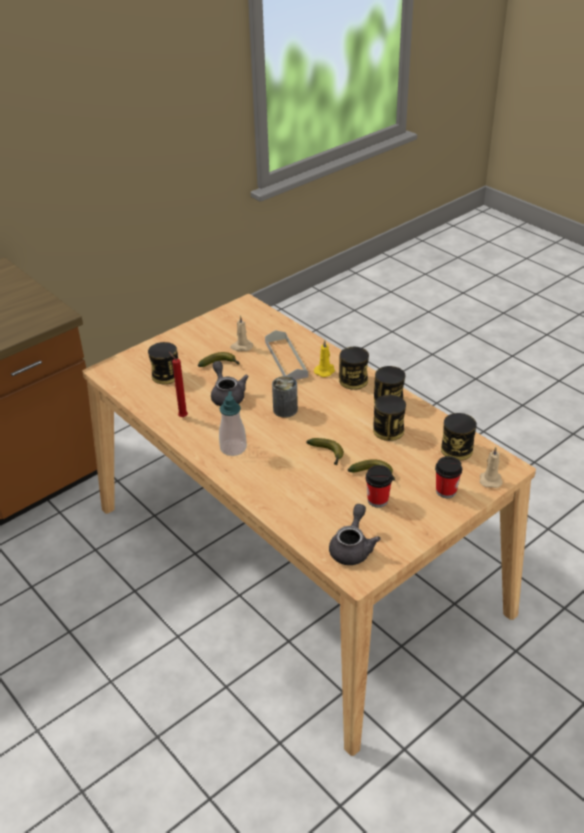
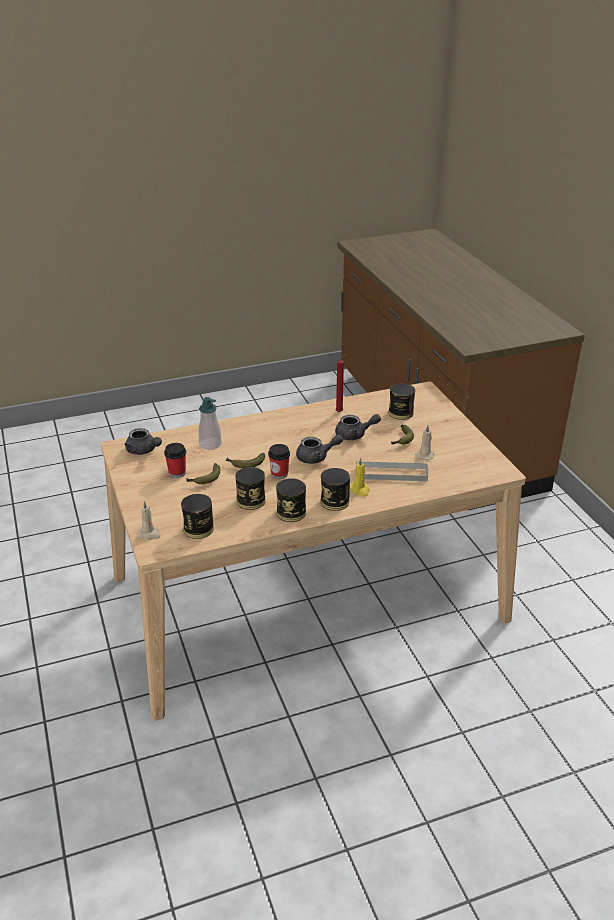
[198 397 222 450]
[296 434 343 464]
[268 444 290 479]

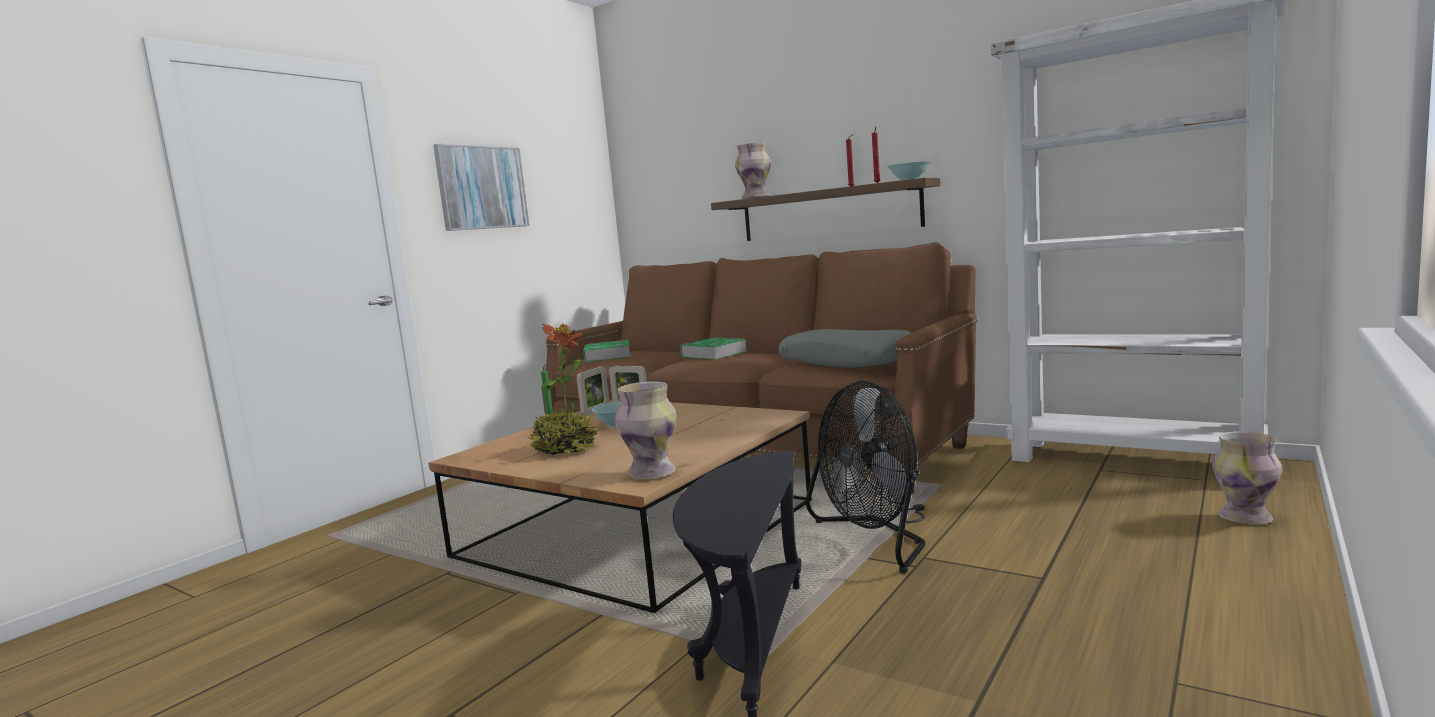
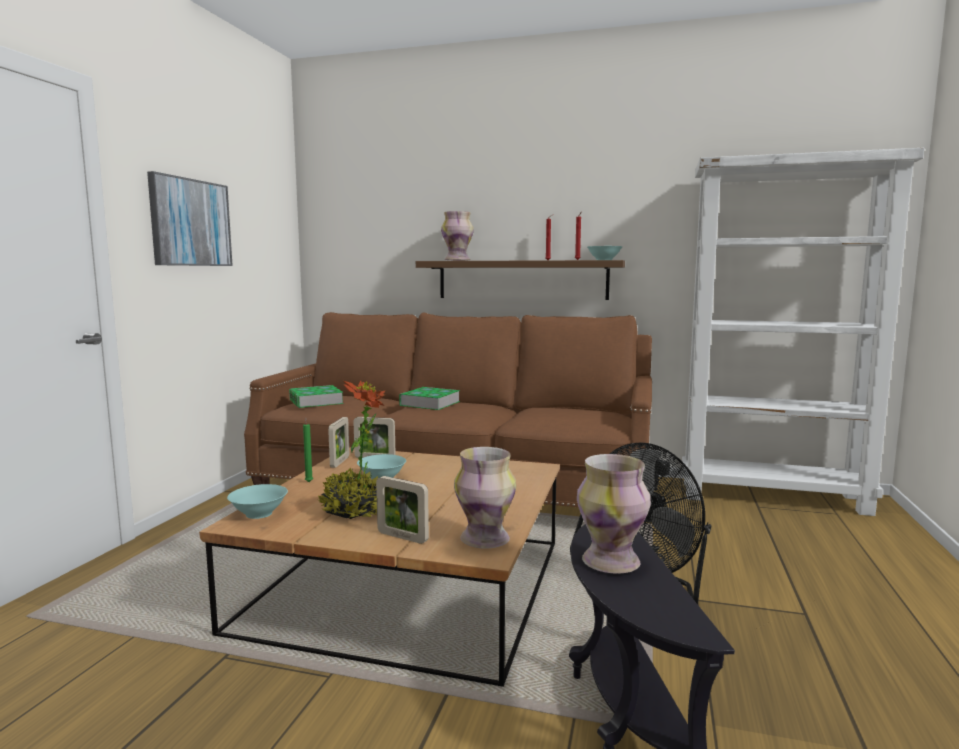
[779 329 911 368] (first image)
[577 454 651 574]
[227 484 288 519]
[376 476 429 544]

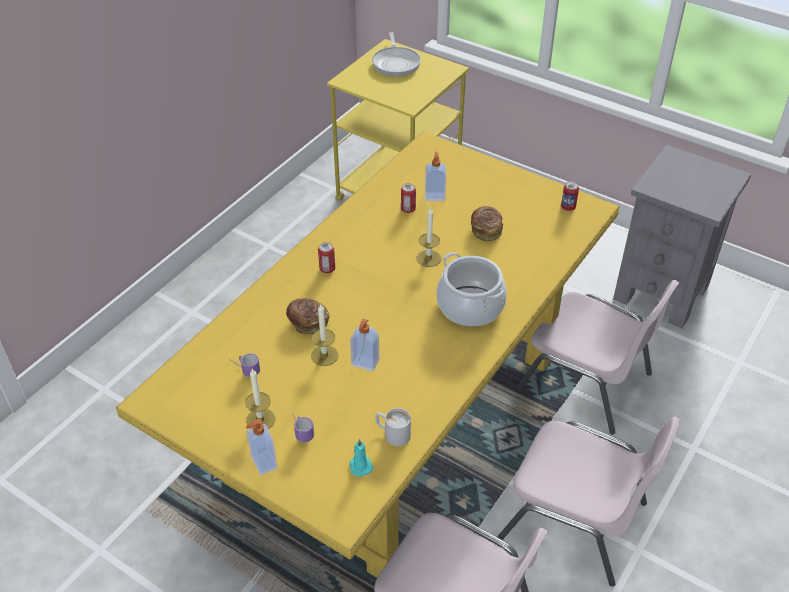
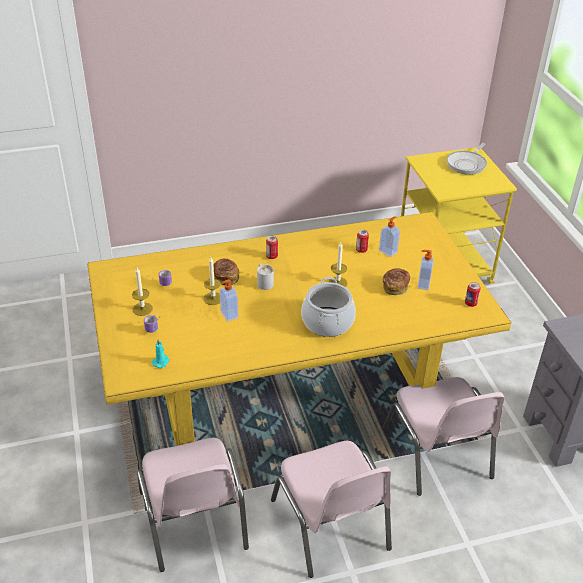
[417 250 434 290]
[257 264 274 290]

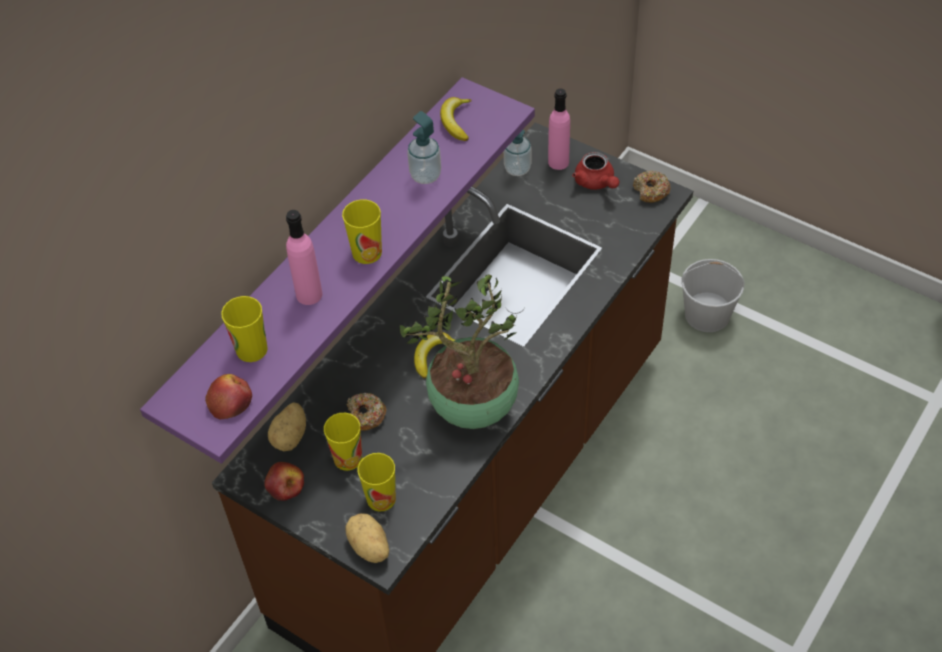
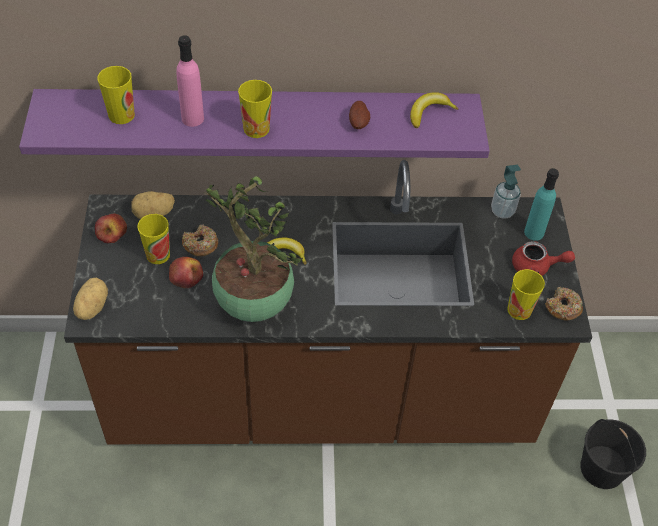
[169 257 203 288]
[507 269 545 320]
[349 101 370 129]
[524 168 559 241]
[512 241 575 276]
[580 419 646 489]

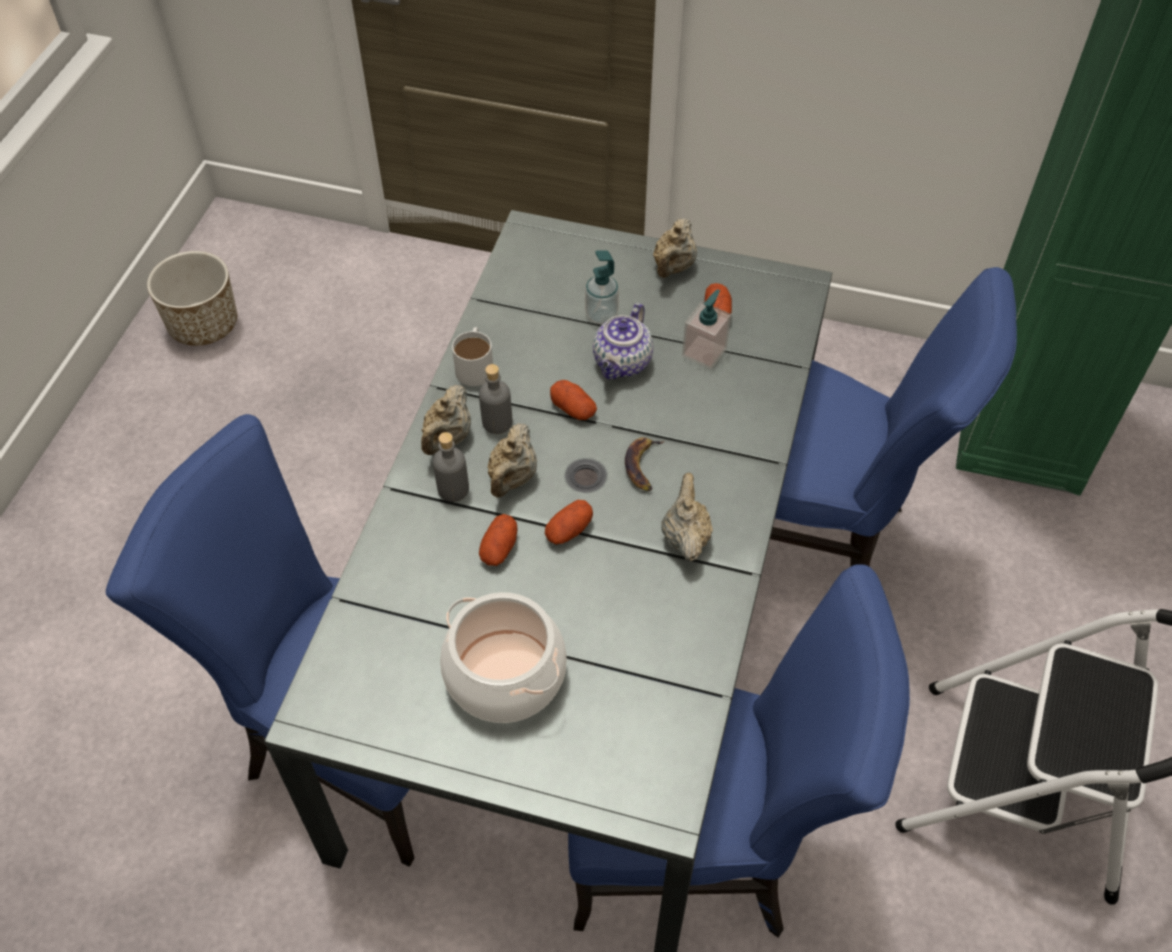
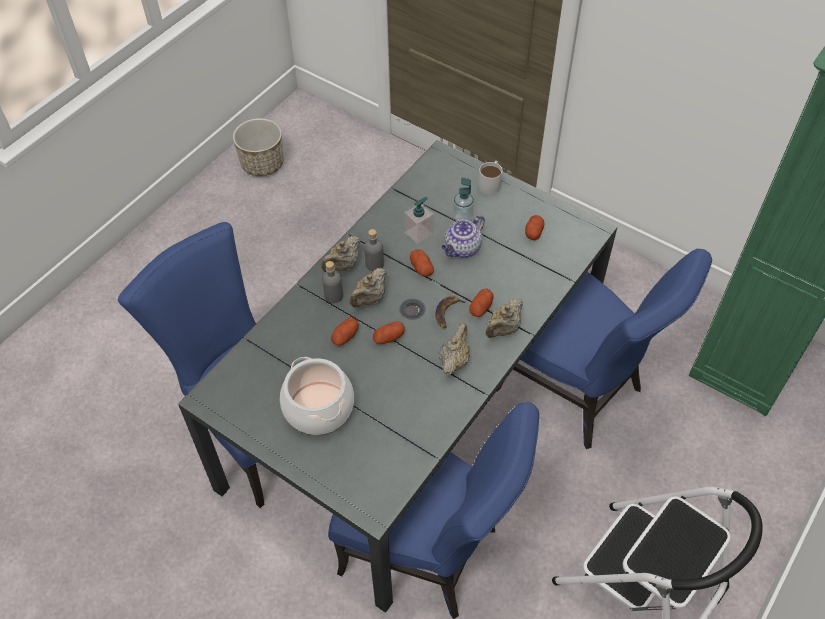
[478 161 502 194]
[486 298 523 338]
[404 197 434 244]
[469 288 493 317]

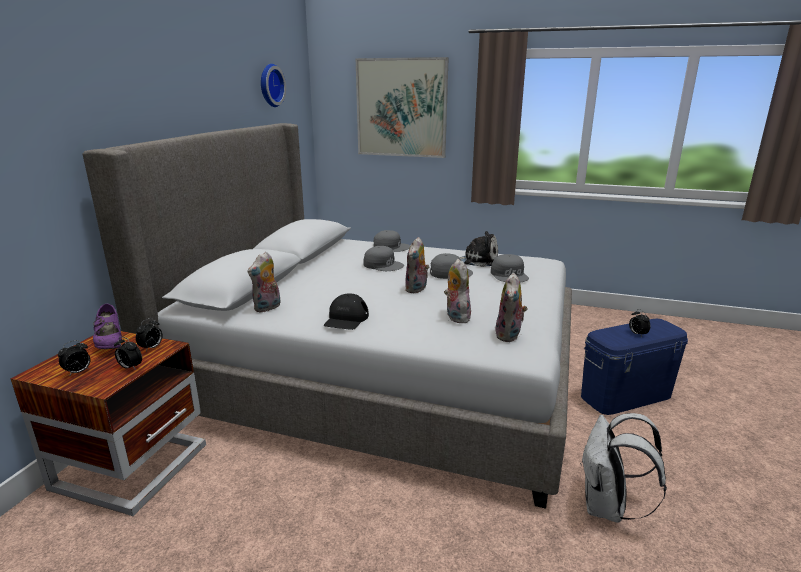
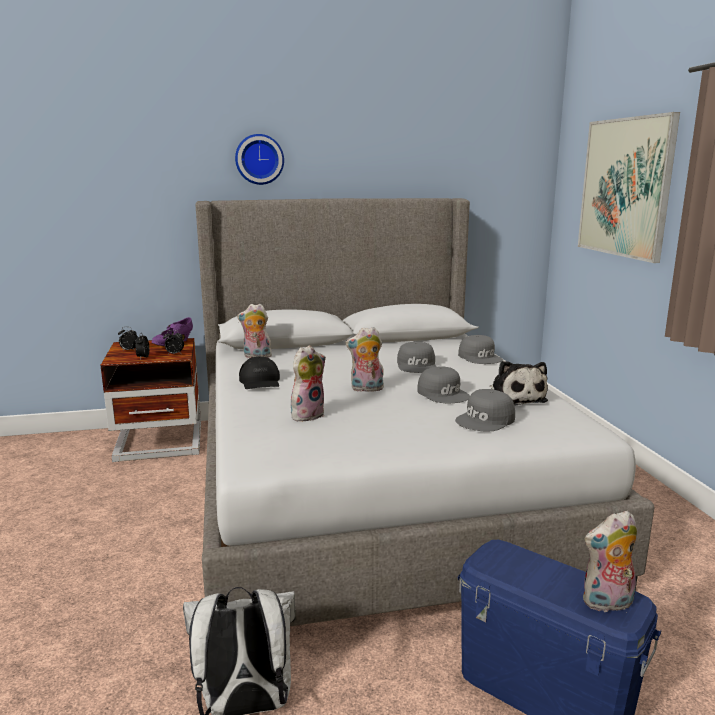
[235 134 284 185]
[239 356 280 389]
[583 511 637 612]
[629 309 650 337] (first image)

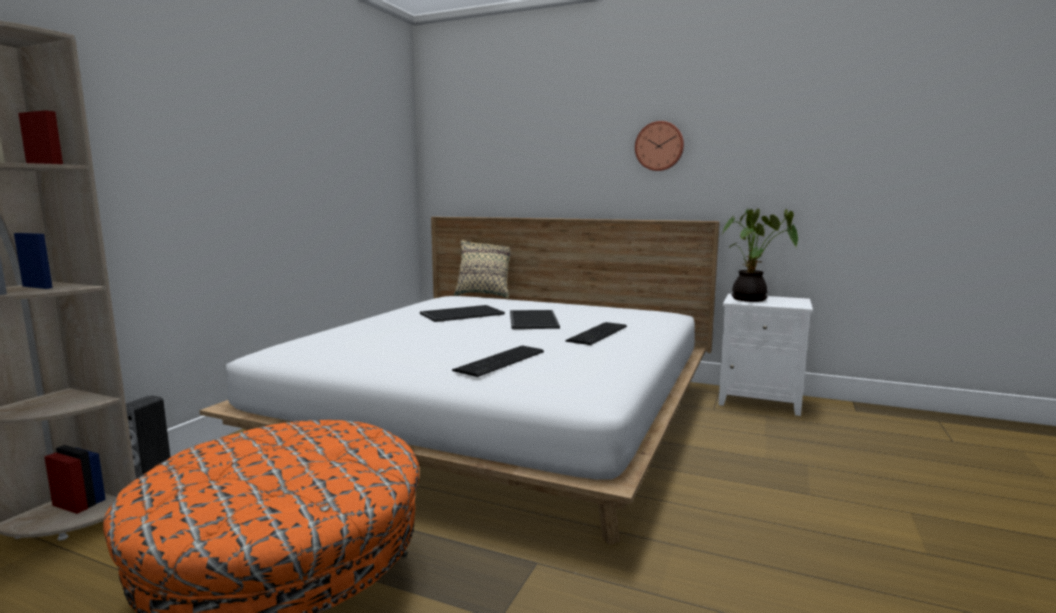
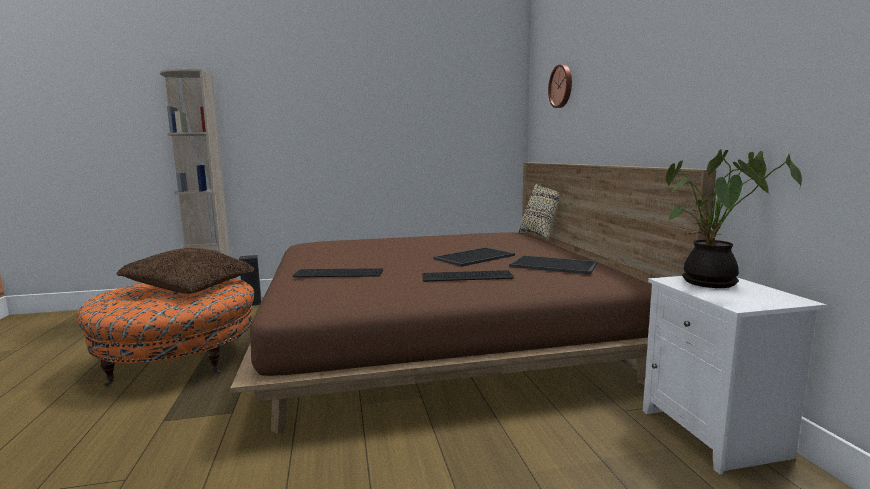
[230 162 716 434]
[509 255 598 274]
[548 65 572 108]
[116 248 254 294]

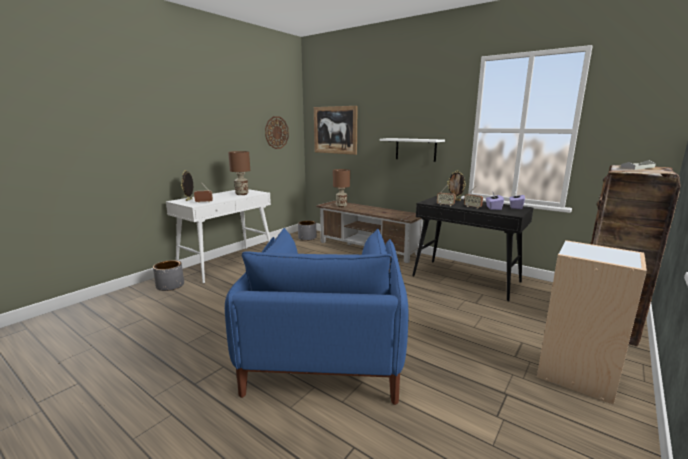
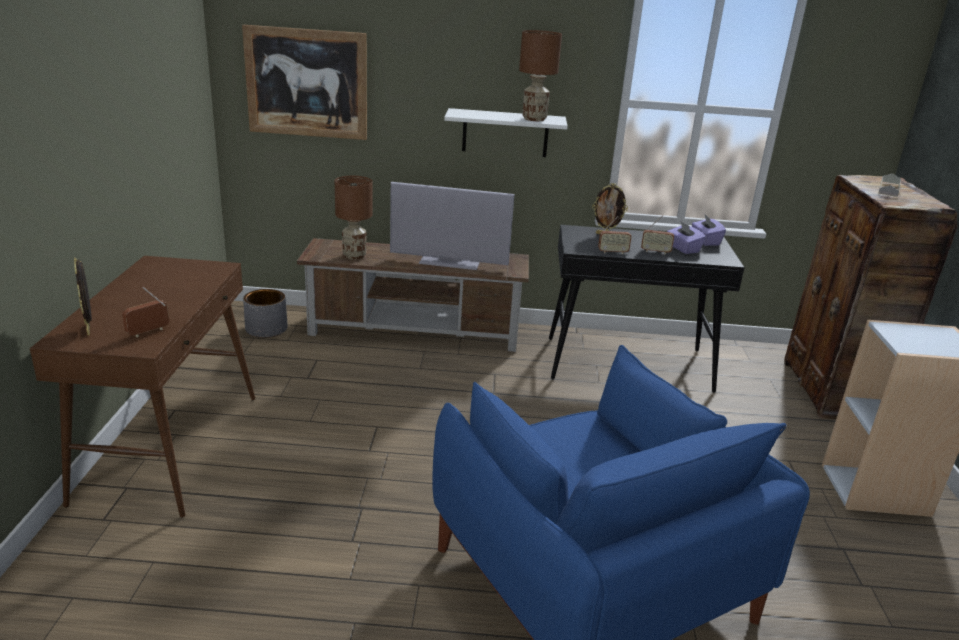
[153 260 184 291] (first image)
[30 256 255 518]
[519 30 562 121]
[265 116 289 149] (first image)
[390 182 514 270]

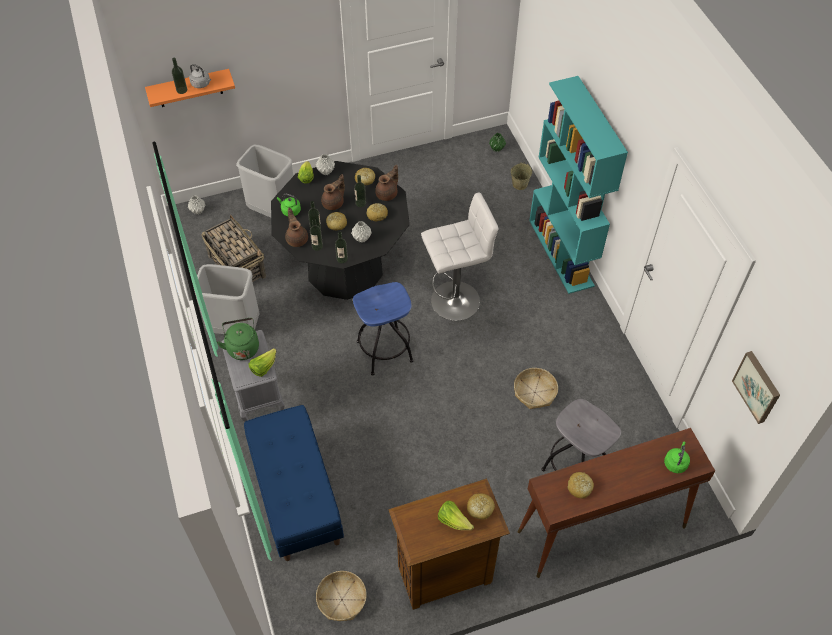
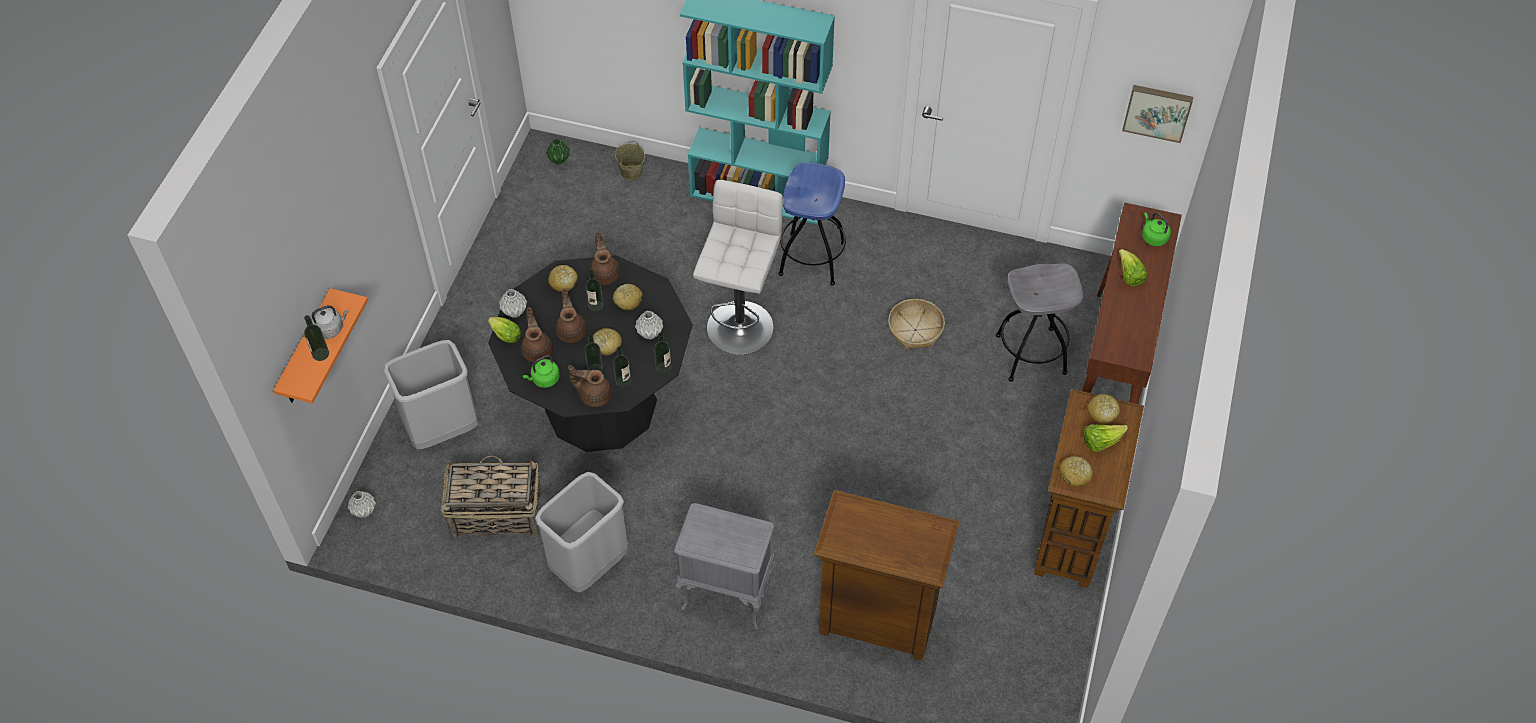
[217 318 259 360] (first image)
[814 490 960 661]
[1119 249 1147 287]
[316 571 367 621] (first image)
[779 162 846 286]
[1059 456 1093 487]
[521 307 553 362]

